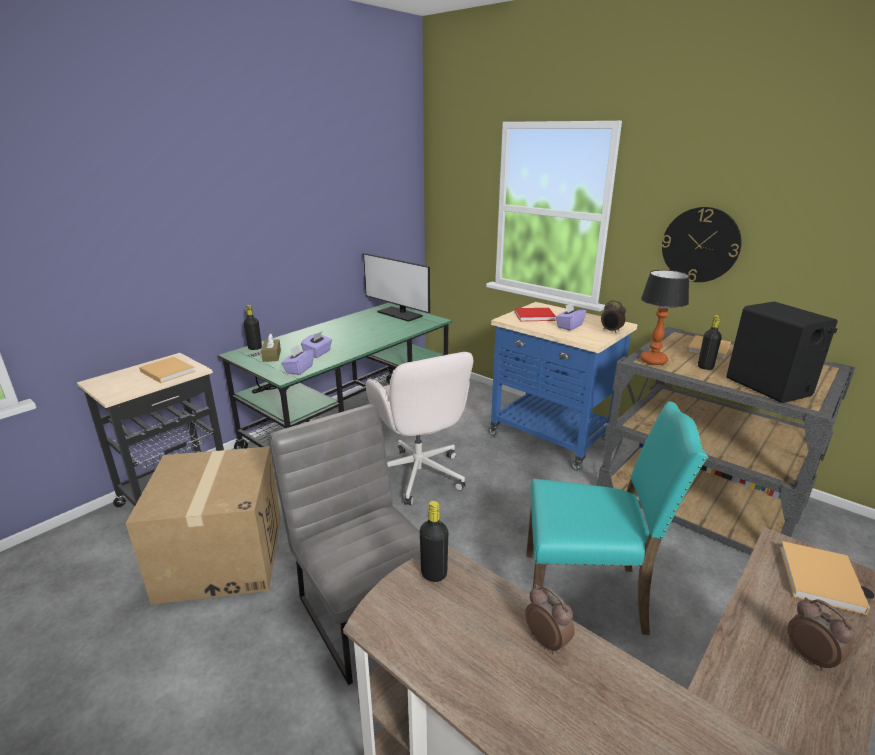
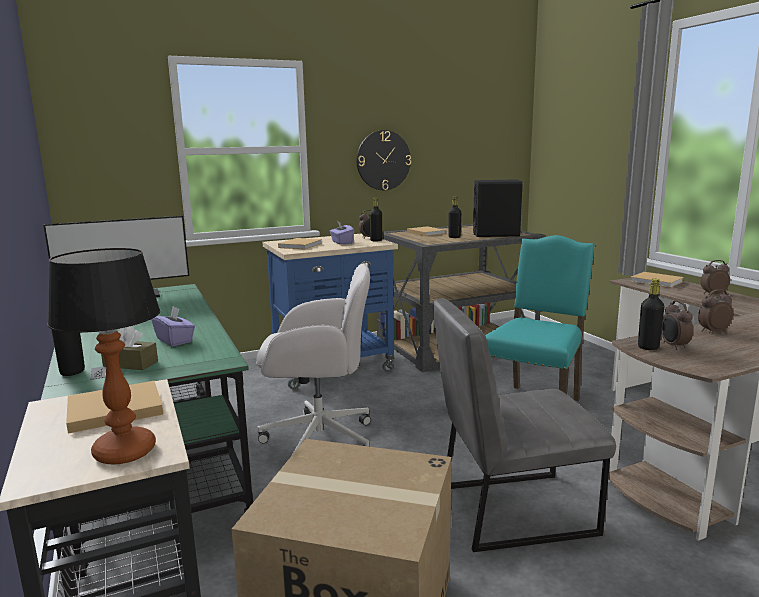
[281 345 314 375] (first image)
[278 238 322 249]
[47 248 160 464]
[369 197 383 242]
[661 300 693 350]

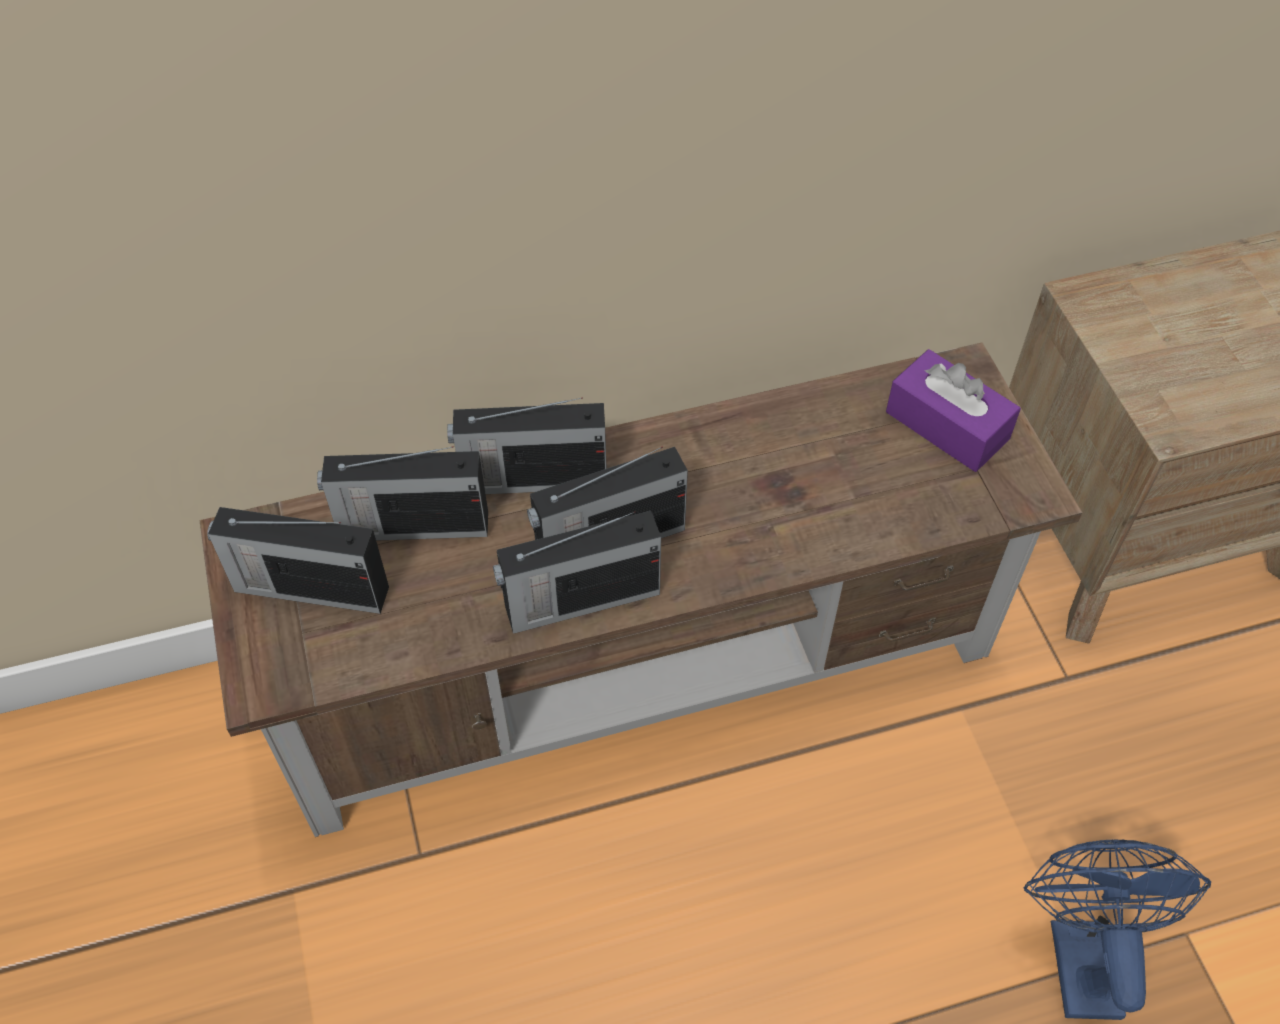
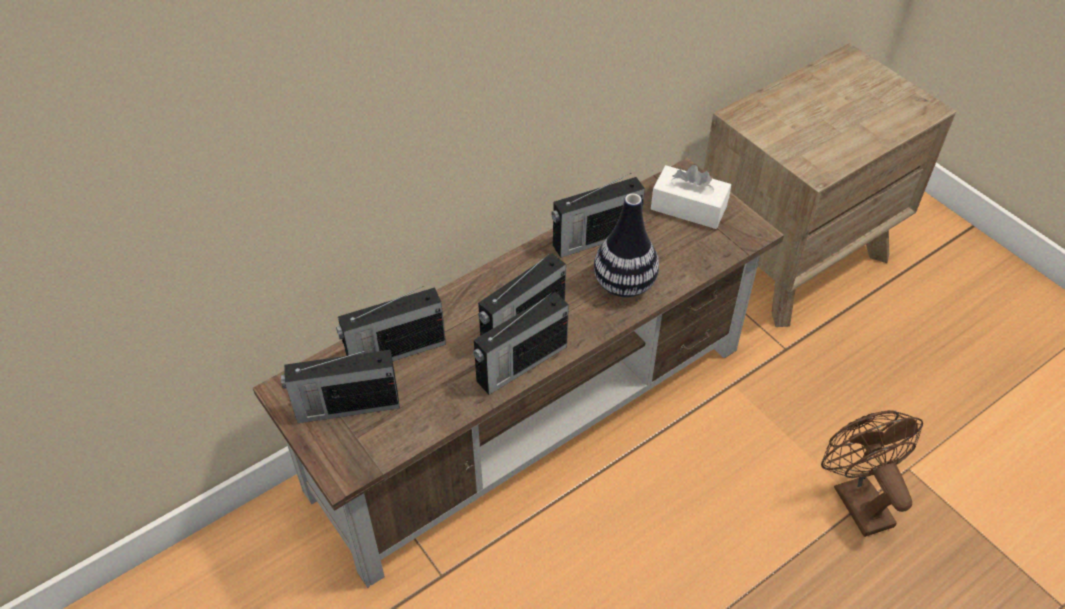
[551 173 645 258]
[651 165 731 229]
[821 410 923 537]
[594 193 659 297]

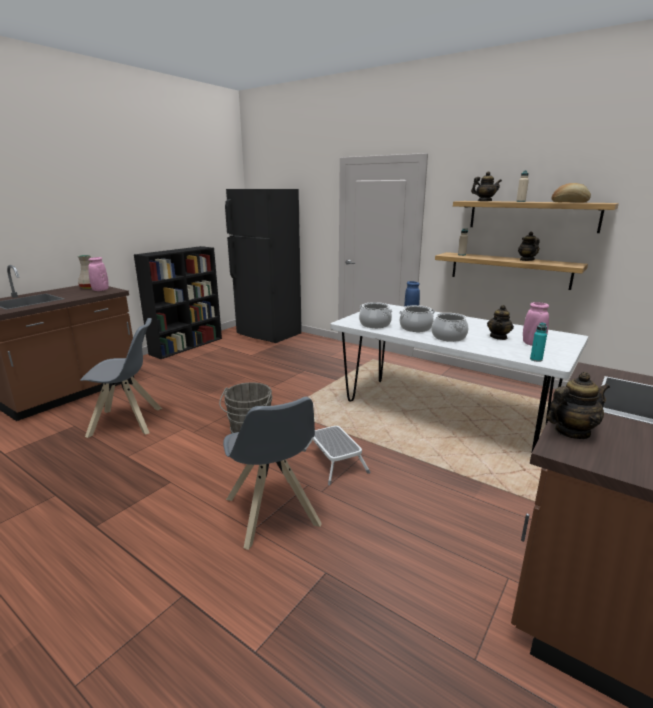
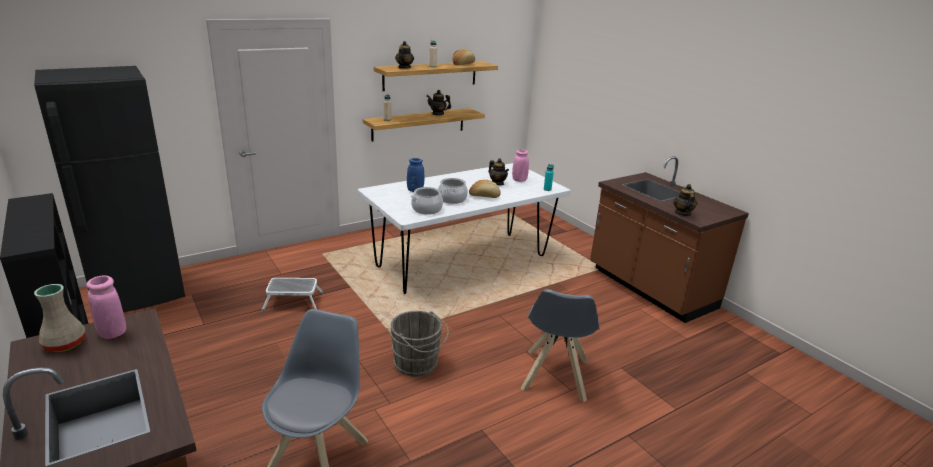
[521 289 600 402]
[261 278 324 312]
[469 180 501 198]

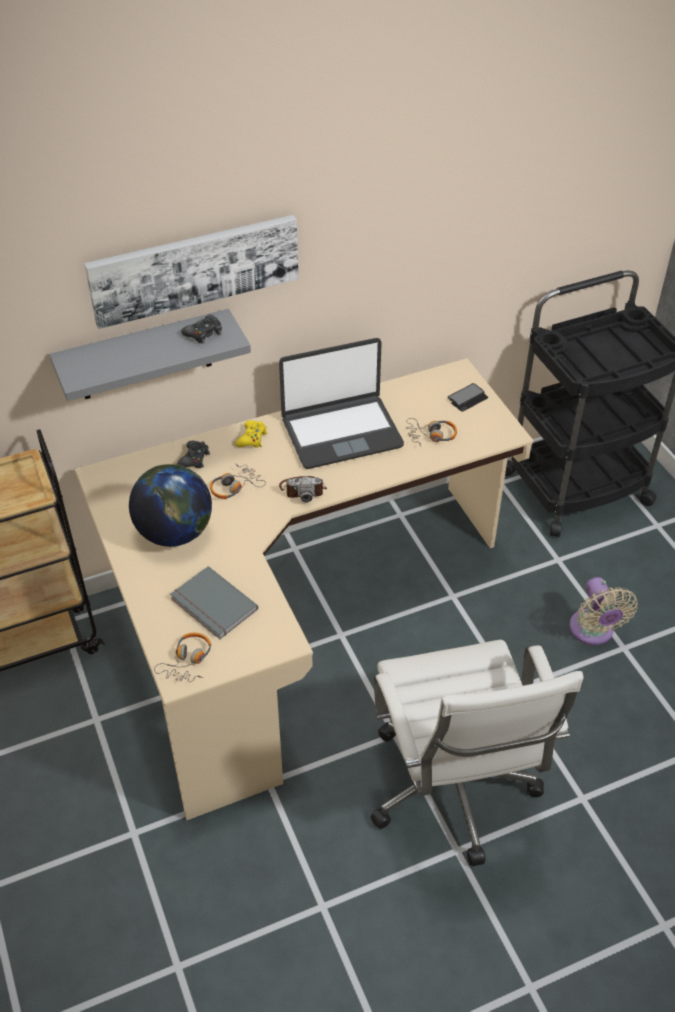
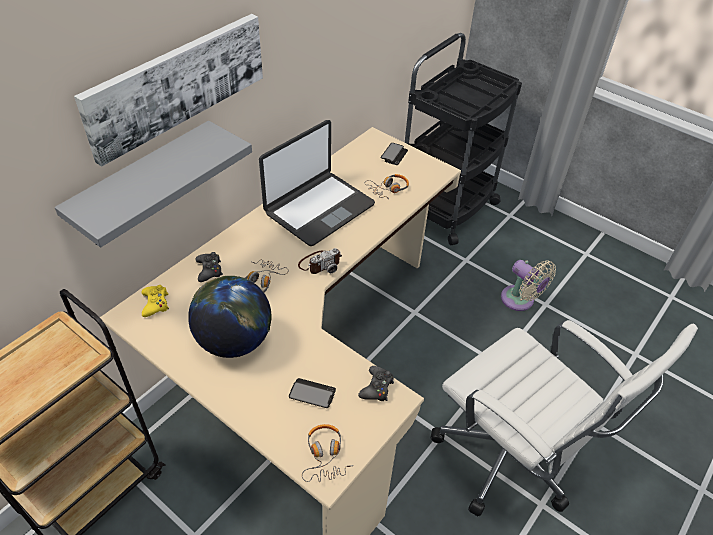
[289 378 336 408]
[358 366 394 401]
[142 285 169 317]

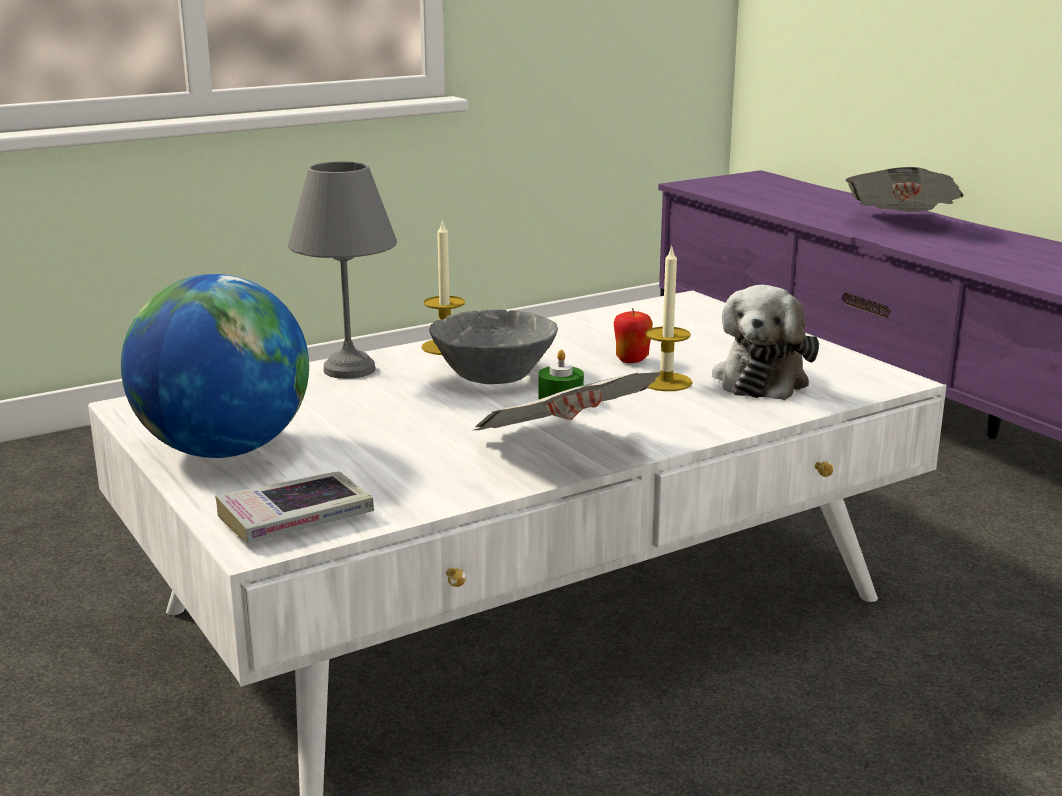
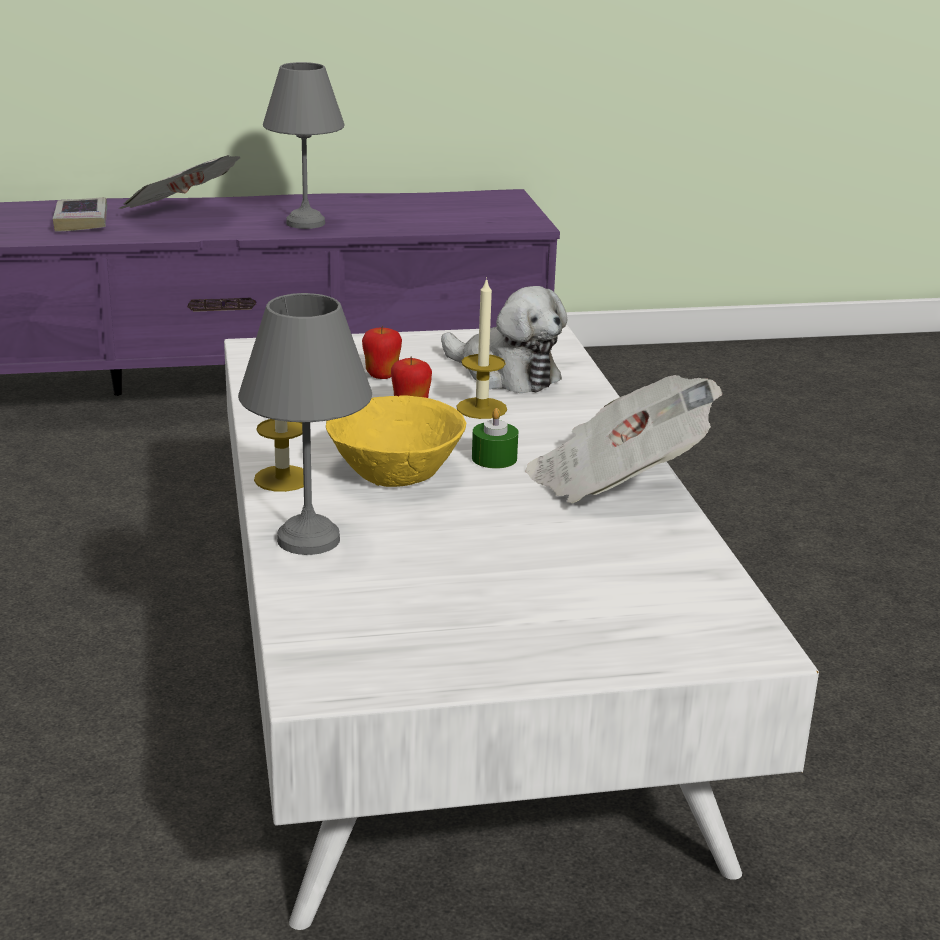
[121 274 309 458] (first image)
[53 197 107 232]
[326 395 467 487]
[263 62 344 229]
[362 325 402 379]

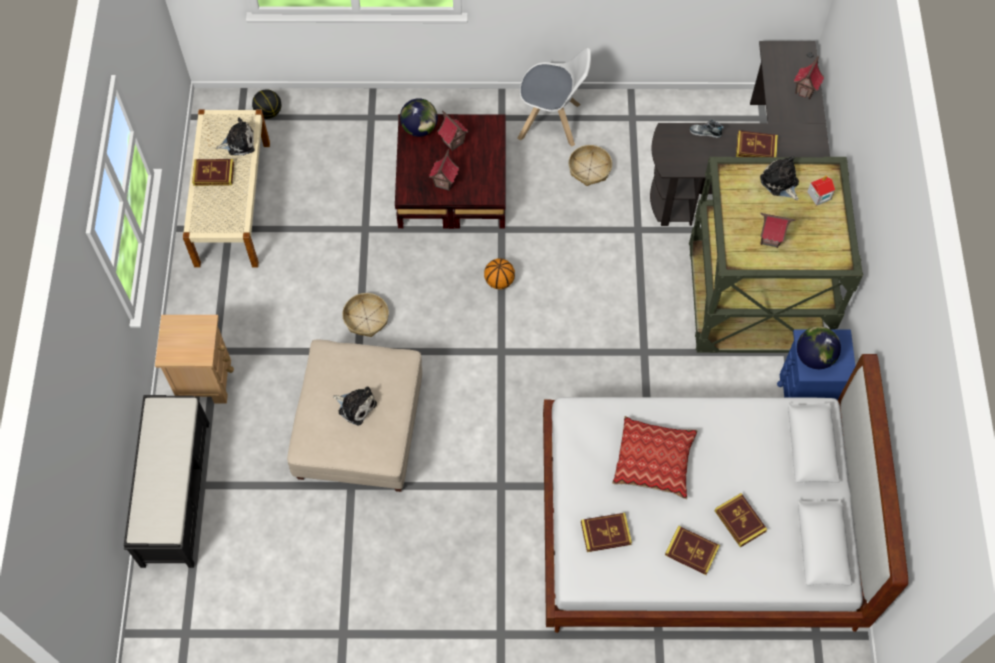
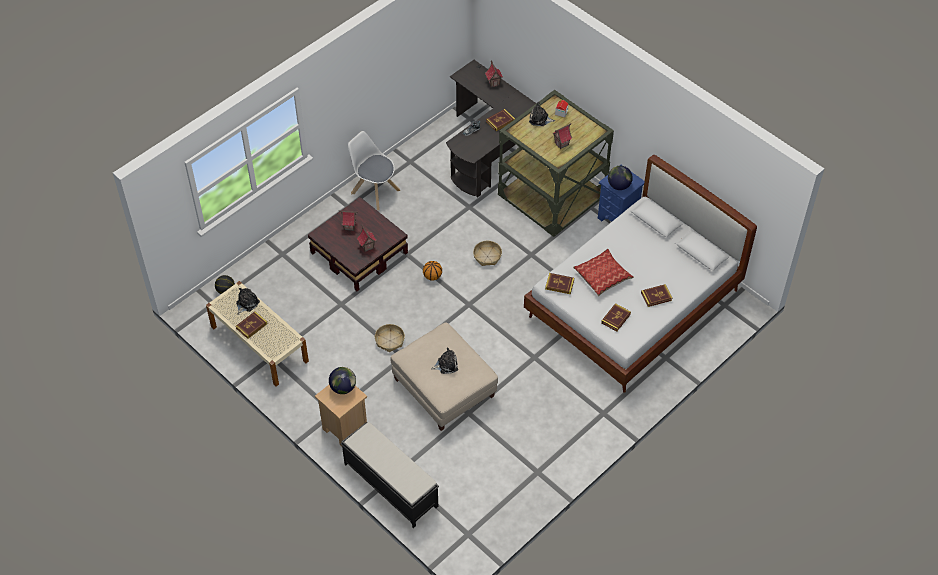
[329 367 356 394]
[348 131 400 210]
[473 241 502 266]
[545 273 574 294]

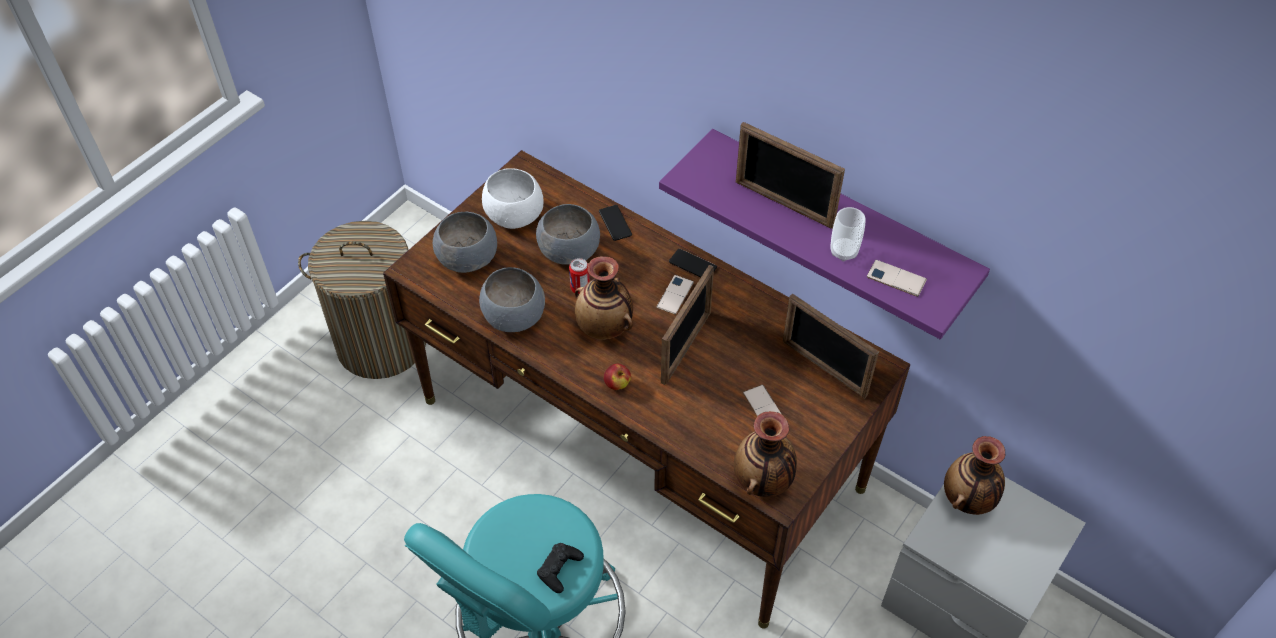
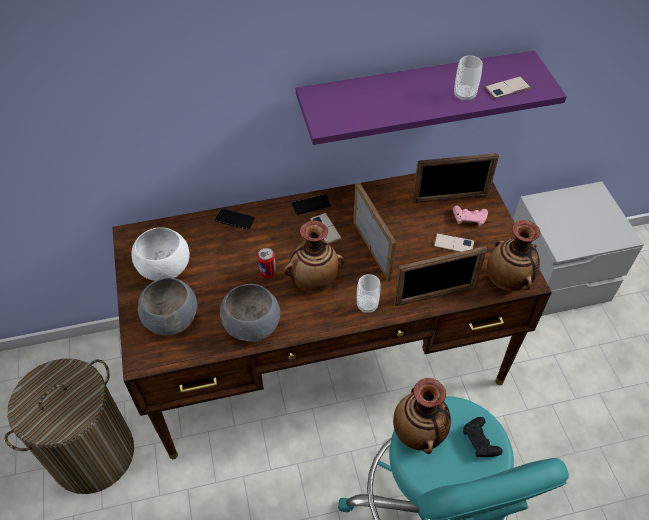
[536 204 600 265] (first image)
[357 274 381 313]
[394 246 487 306]
[393 378 451 454]
[453 206 488 226]

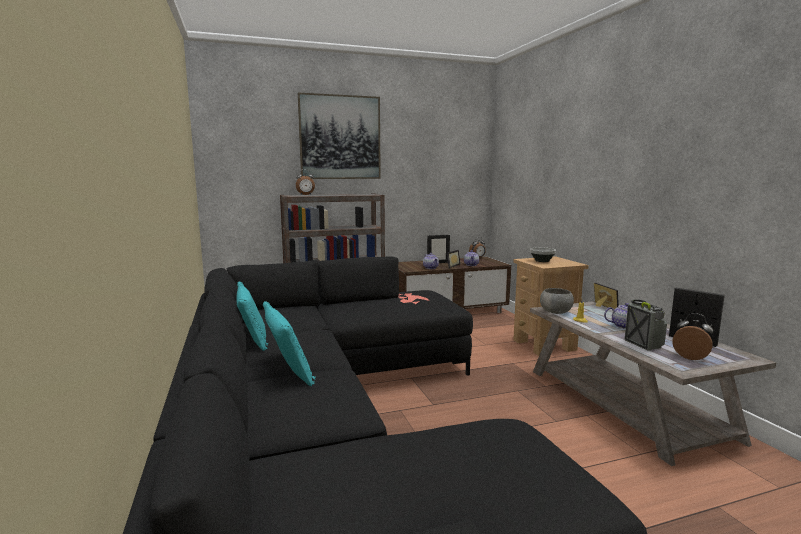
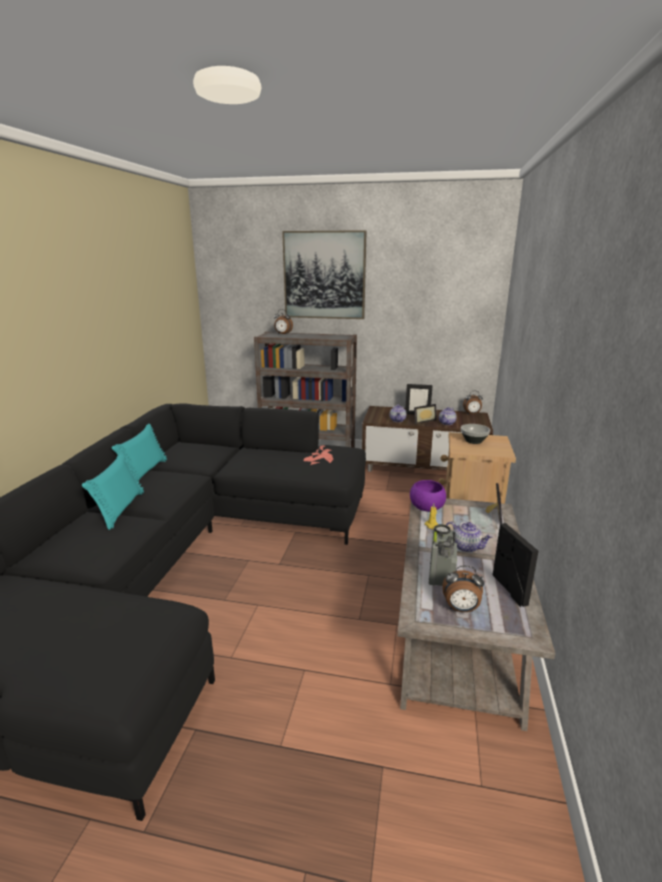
[410 480 446 512]
[442 566 484 612]

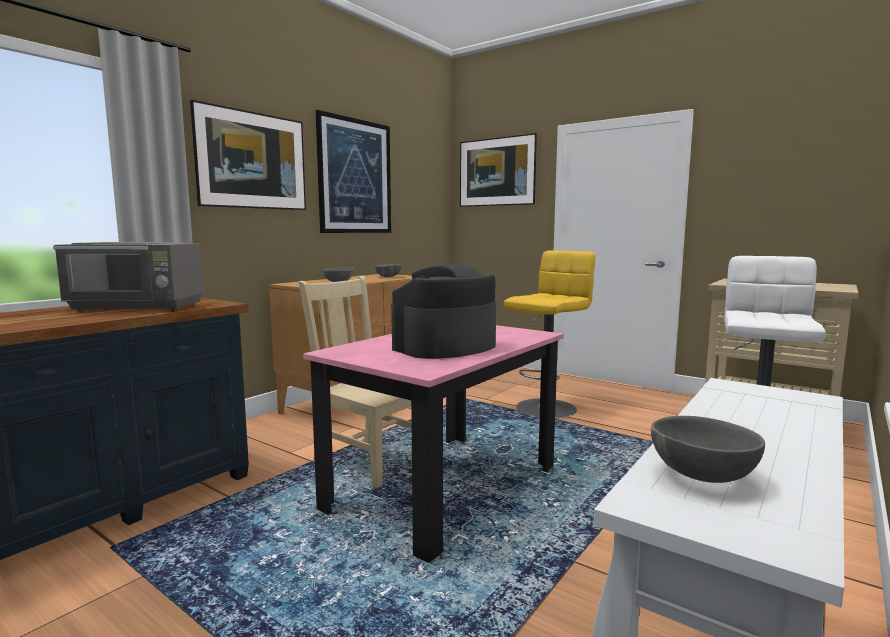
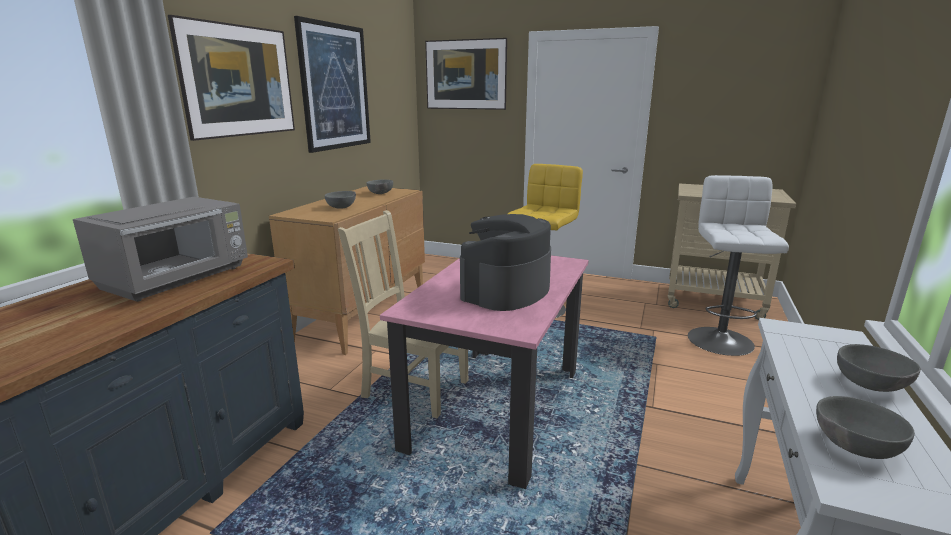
[73 197 248 302]
[837 344 921 392]

